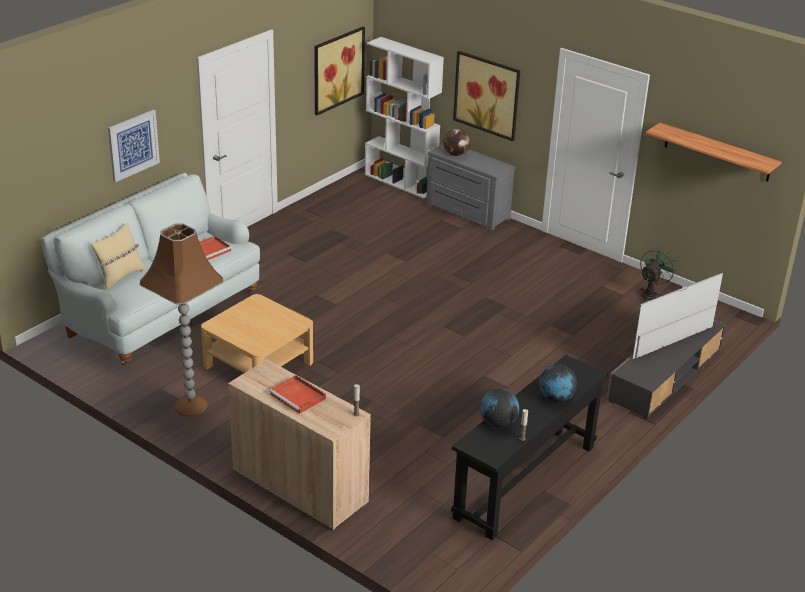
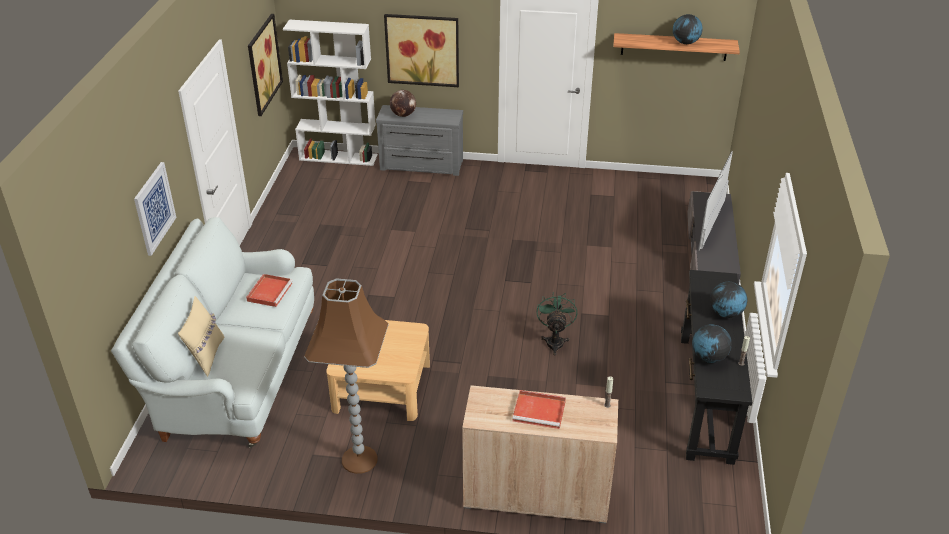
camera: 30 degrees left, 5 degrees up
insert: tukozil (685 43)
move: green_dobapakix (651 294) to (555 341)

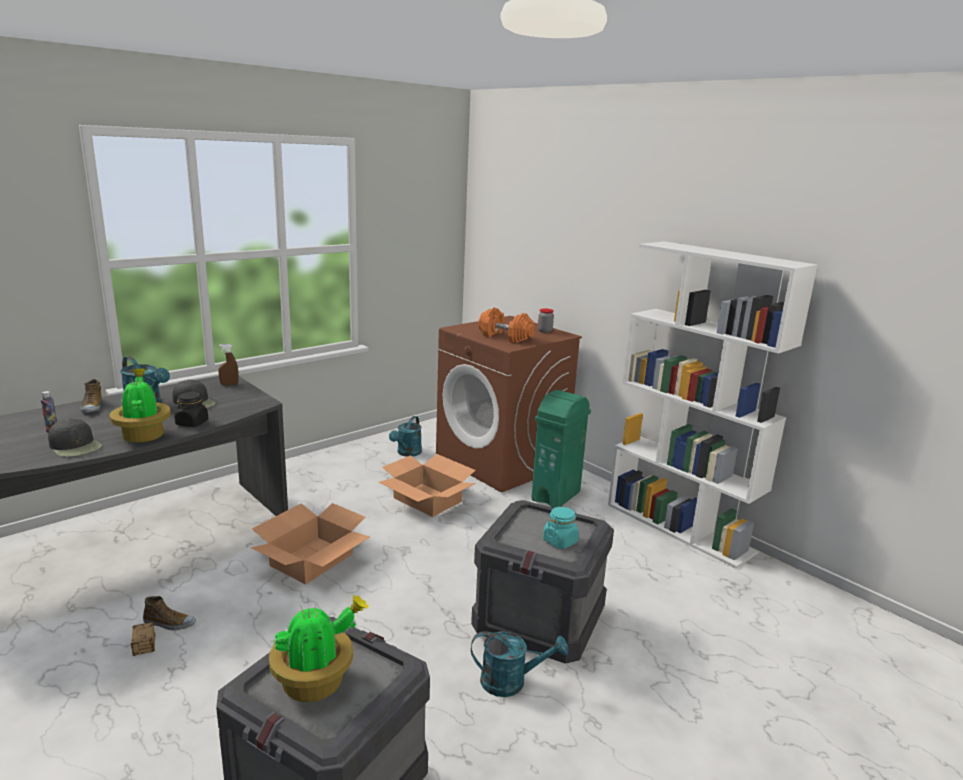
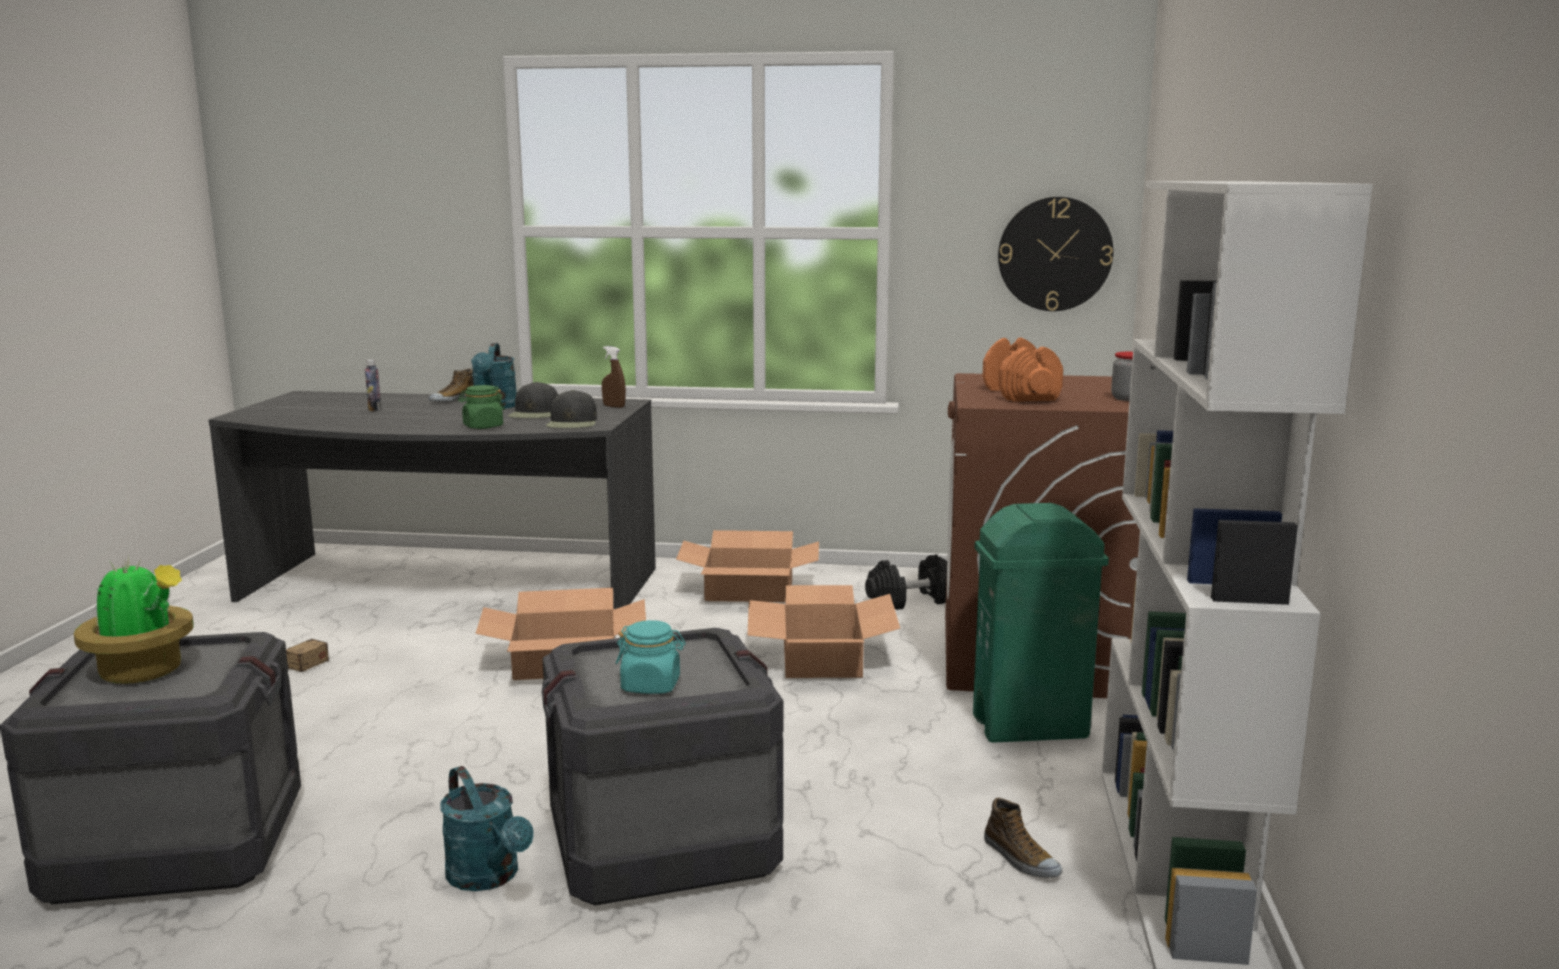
camera: 50 degrees right, 5 degrees down
delete: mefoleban (143 435)
insert: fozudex (1055 254); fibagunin (749 590)
move: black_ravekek (75 446) to (572 423); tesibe (169 623) to (1020 859)
replace: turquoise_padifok (407 453) to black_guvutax (911 600)
recolor: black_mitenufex (192 423) to green_mitenufex (483 426)

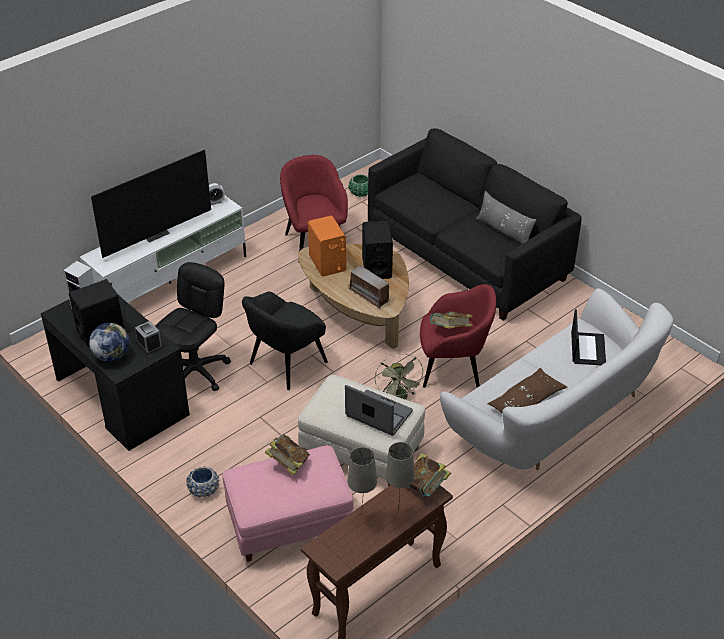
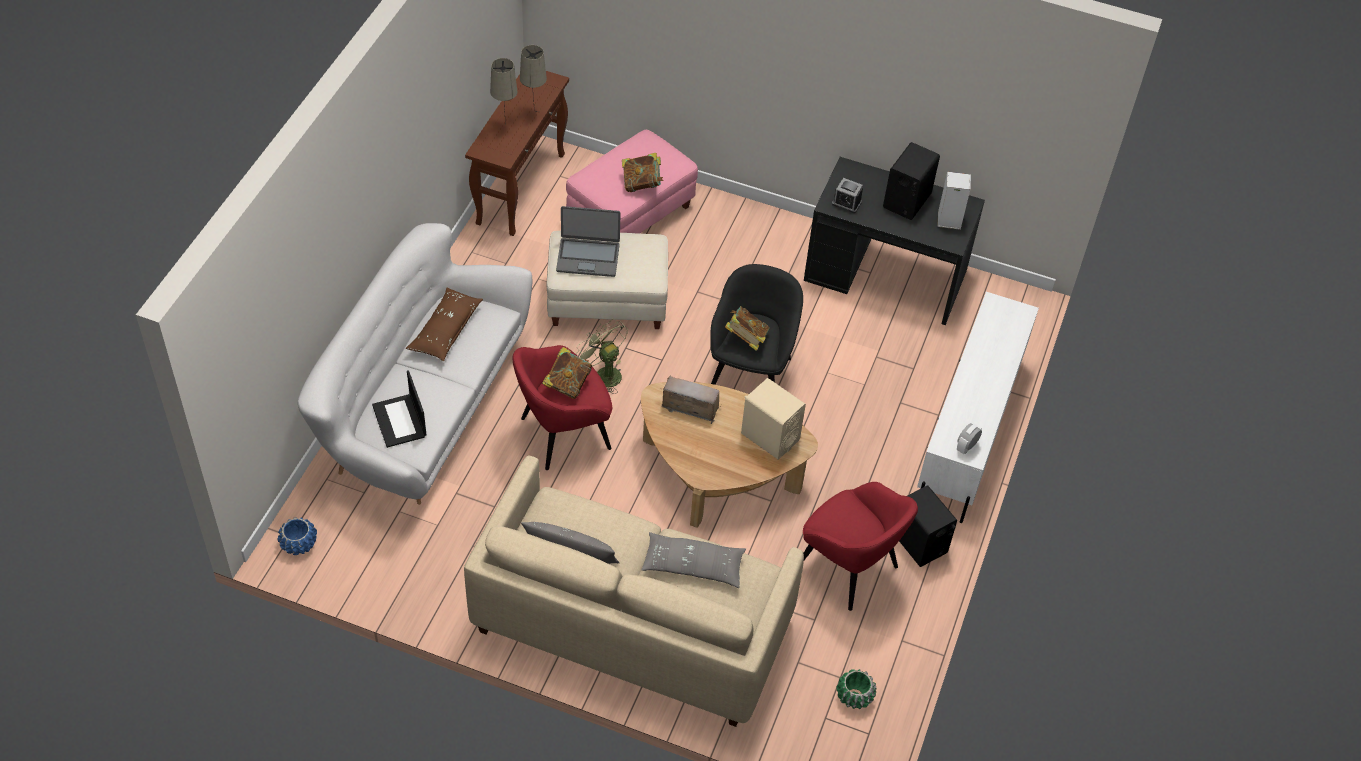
camera: 150 degrees right, 10 degrees up
delete: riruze (155 234); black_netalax (196 372); tukozil (112 356)
insert: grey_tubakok (693 566)
move: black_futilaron (376 267) to (919 543); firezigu (425 487) to (746 338); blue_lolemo (203 489) to (299 544)
recolor: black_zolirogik (467 256) to beige_zolirogik (631 623); orange_futilaron (327 263) to beige_futilaron (769 437)

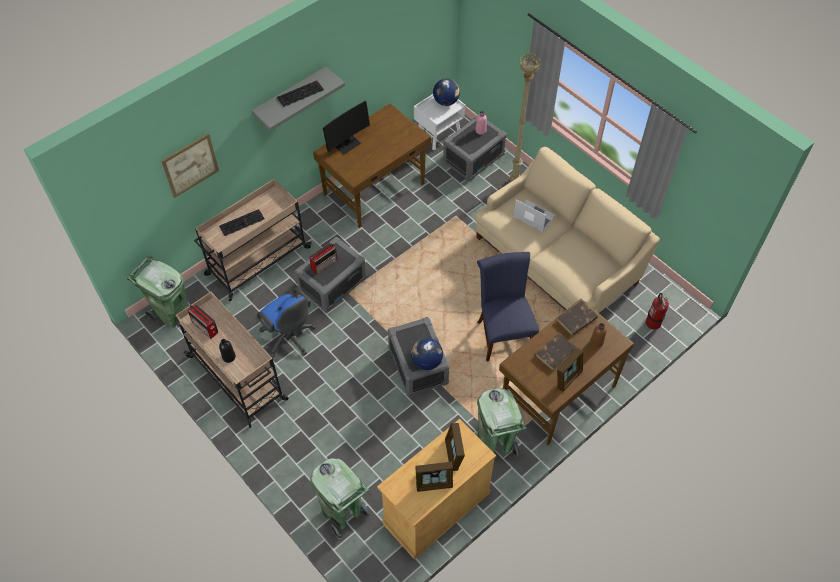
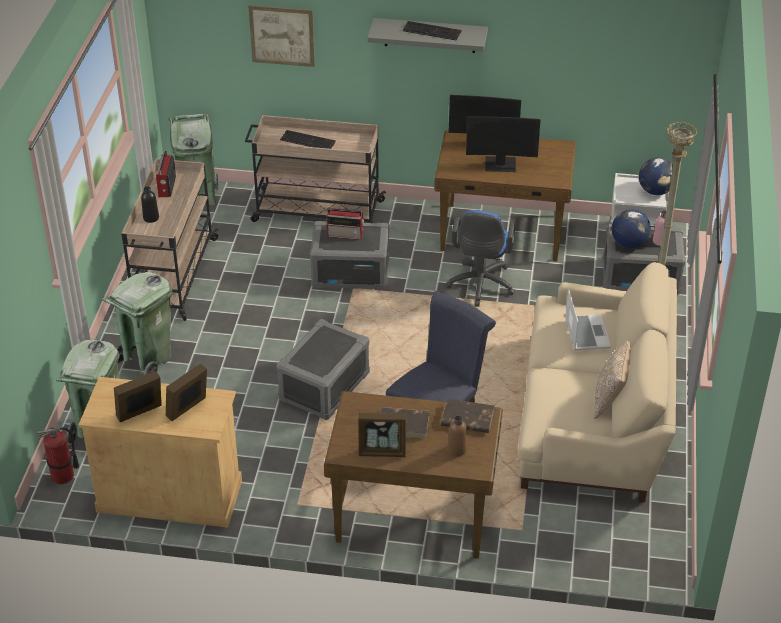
camera: 50 degrees right, 15 degrees down
insert: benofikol (500 165); tubakok (610 399)
move: blue_netalax (290 338) to (480 286); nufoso (653 322) to (63 476); tukozil (426 361) to (628 243); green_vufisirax (495 444) to (147 359)
rotate: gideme (434 484) = (140 413) 105 degrees clockwise

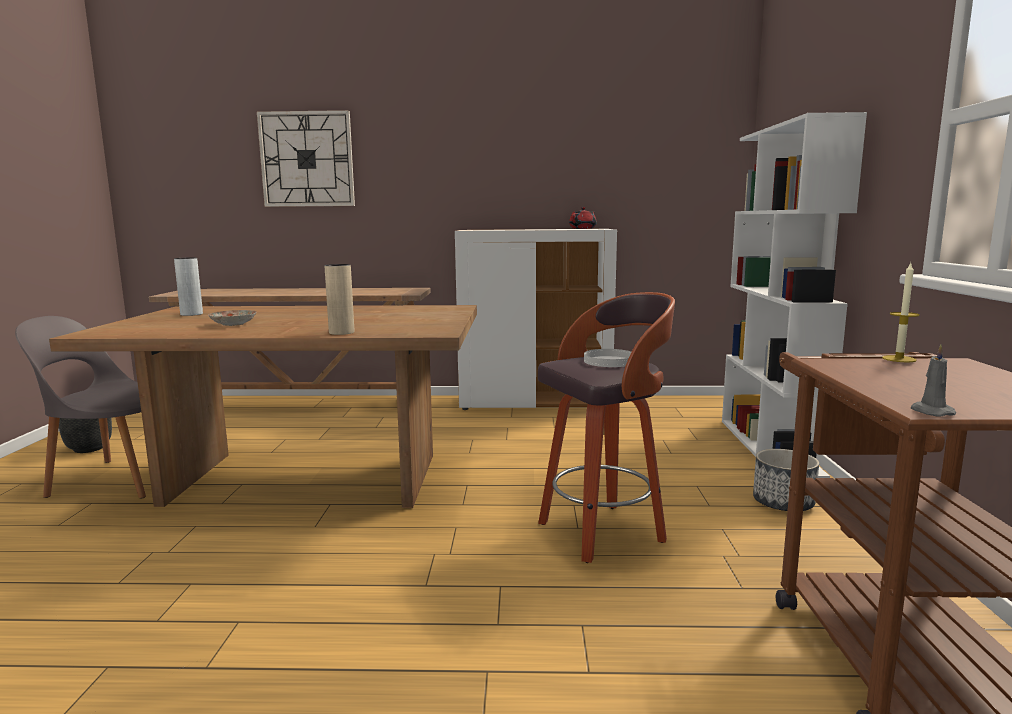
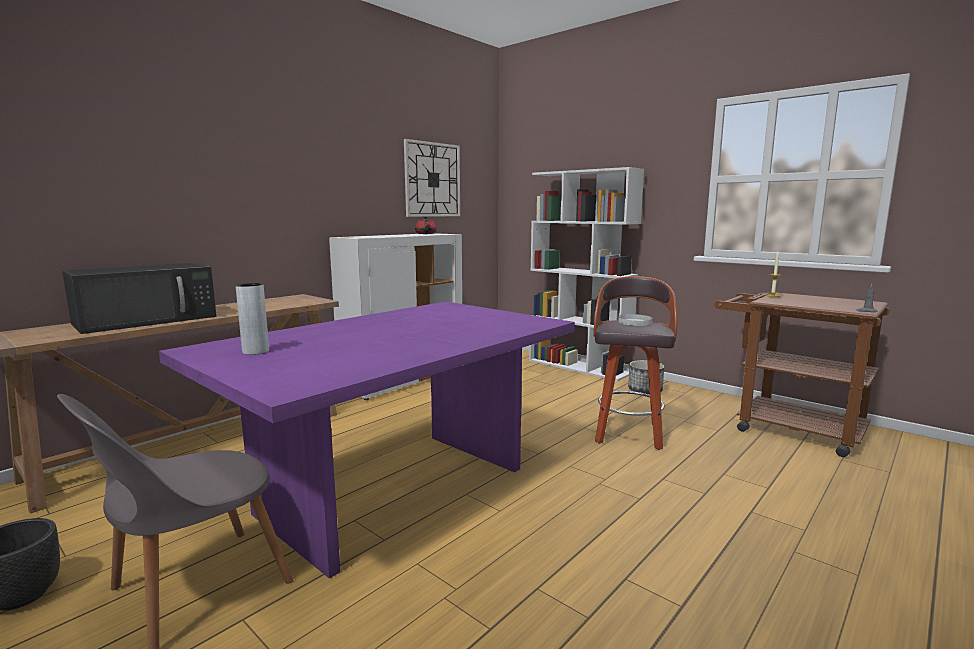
camera: 50 degrees left, 0 degrees up
delete: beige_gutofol (341 332); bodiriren (233 324)
insert: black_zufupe (148 320)
move: fozudex (307 159) to (432 180)
recolor: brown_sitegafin (304 479) to purple_sitegafin (396 491)

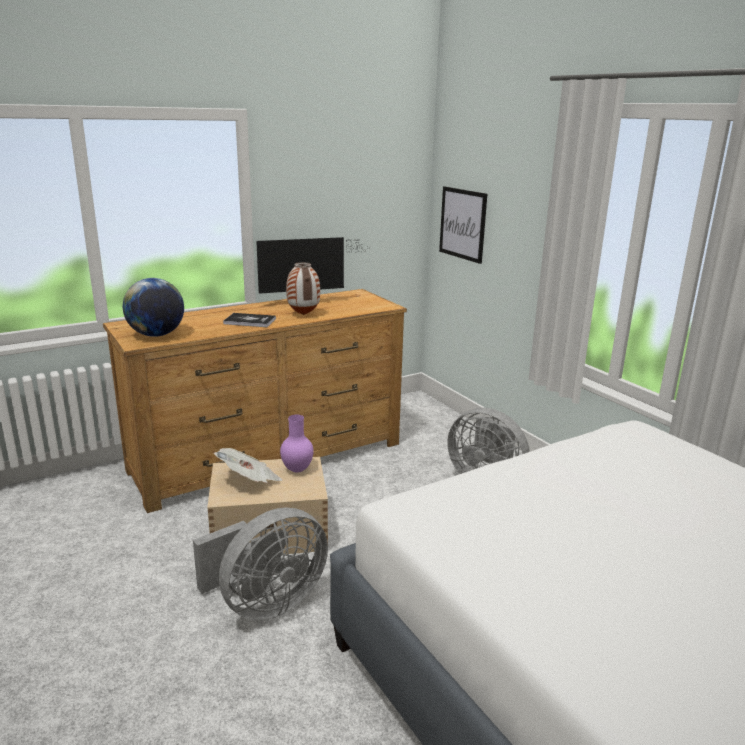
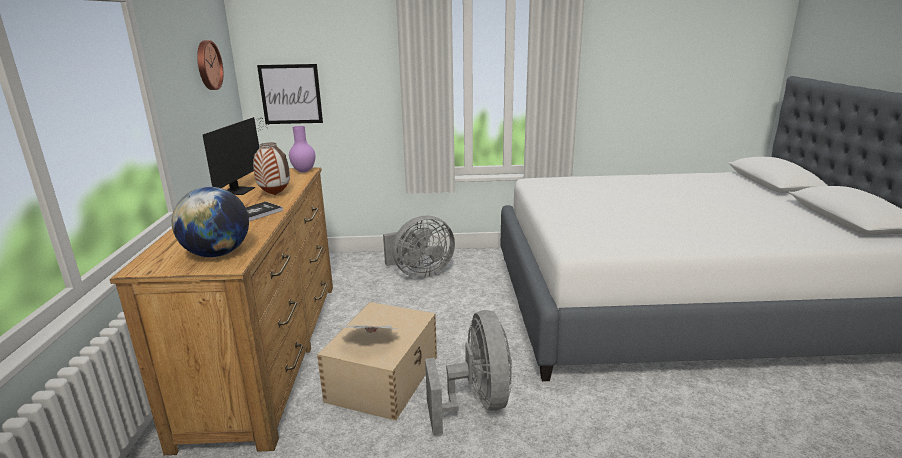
camera: 60 degrees left, 0 degrees up
insert: fozudex (207 65)
move: purple_gutofol (297 470) to (304 171)

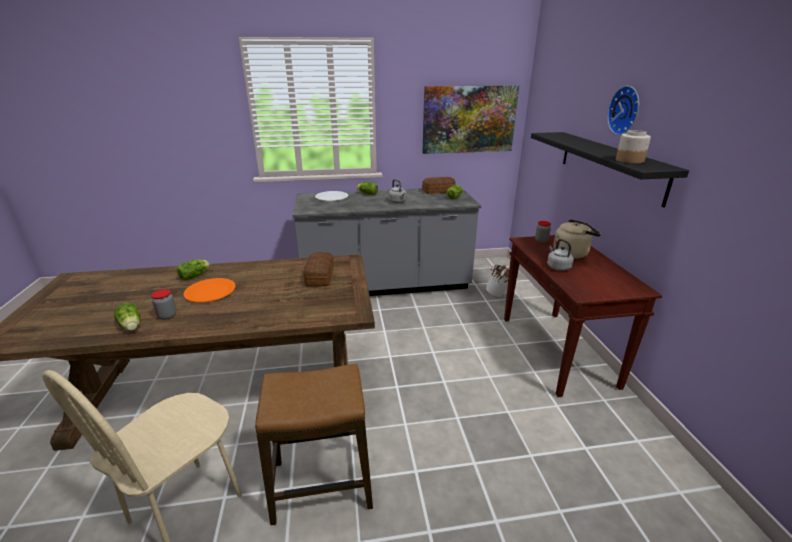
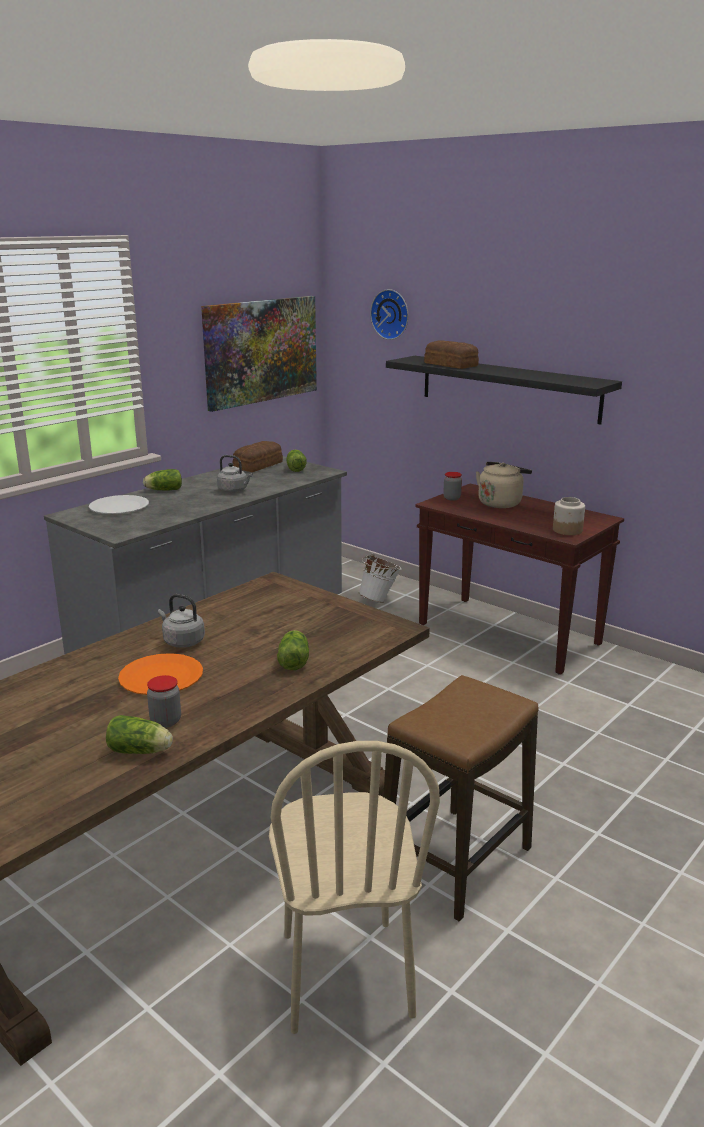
camera: 40 degrees left, 5 degrees down
move: fozudex (626 110) to (391 314); mitenufex (629 160) to (567 530); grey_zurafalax (557 267) to (182 641); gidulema (320 276) to (450 364); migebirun (196 275) to (294 660)

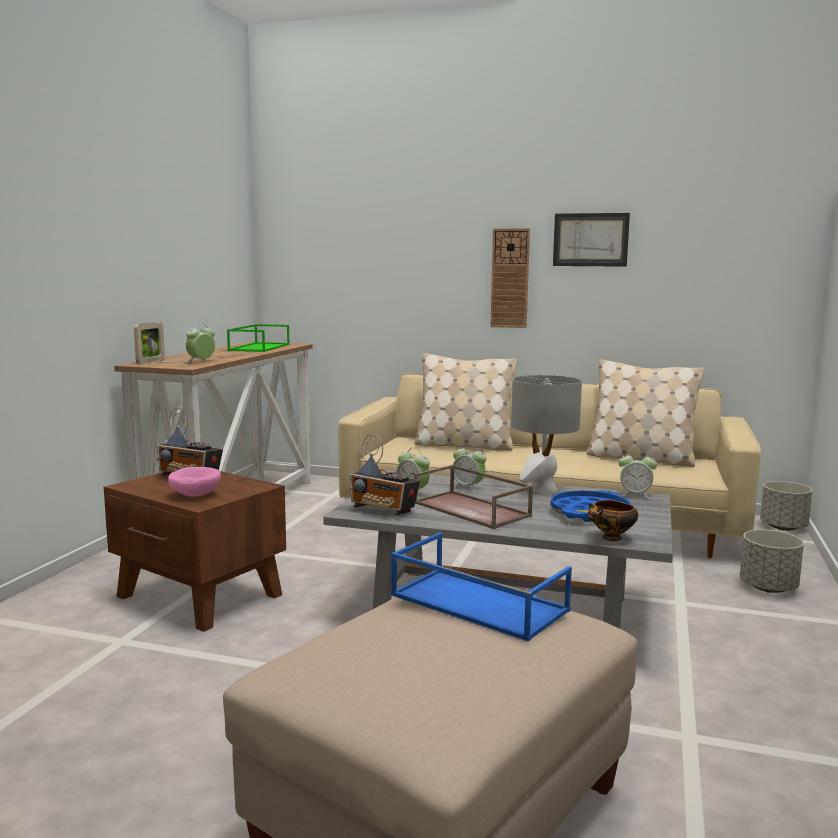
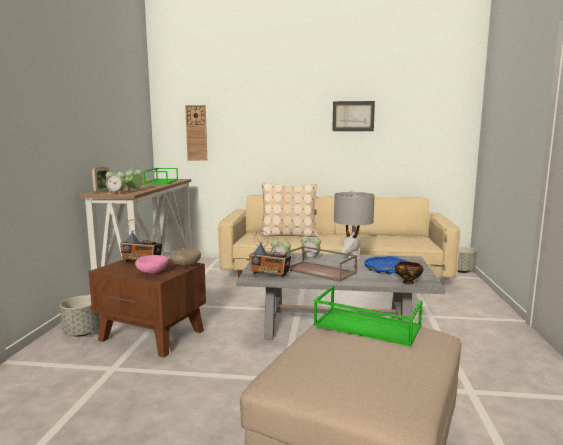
camera: 10 degrees left, 0 degrees up
delete: beige_tubakok (640 458)
insert: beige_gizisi (185 265)
move: fozudex (510 278) to (196 133); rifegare (635 495) to (116 193); grey_lolemo (768 588) to (82 333)
recolor: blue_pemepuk (476 603) to green_pemepuk (365 326)

